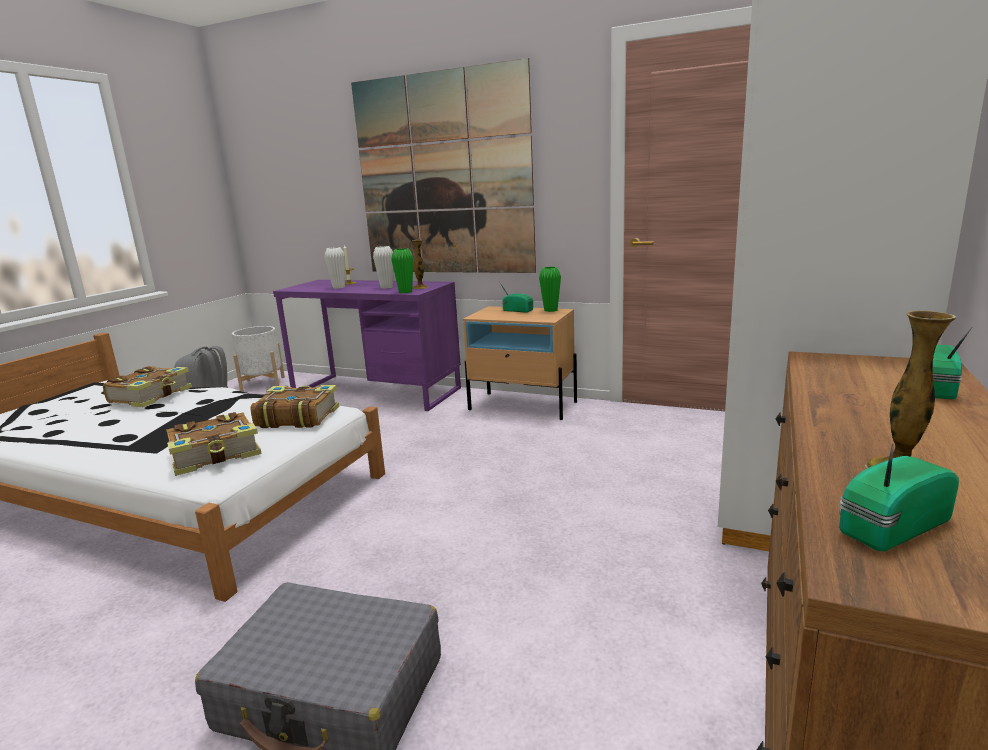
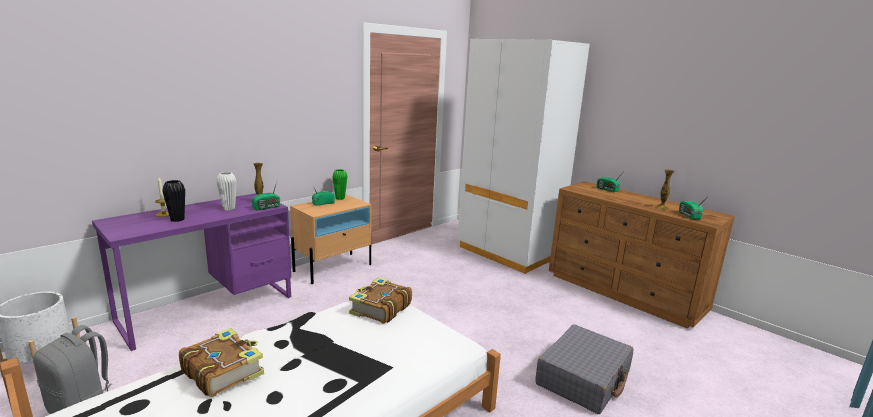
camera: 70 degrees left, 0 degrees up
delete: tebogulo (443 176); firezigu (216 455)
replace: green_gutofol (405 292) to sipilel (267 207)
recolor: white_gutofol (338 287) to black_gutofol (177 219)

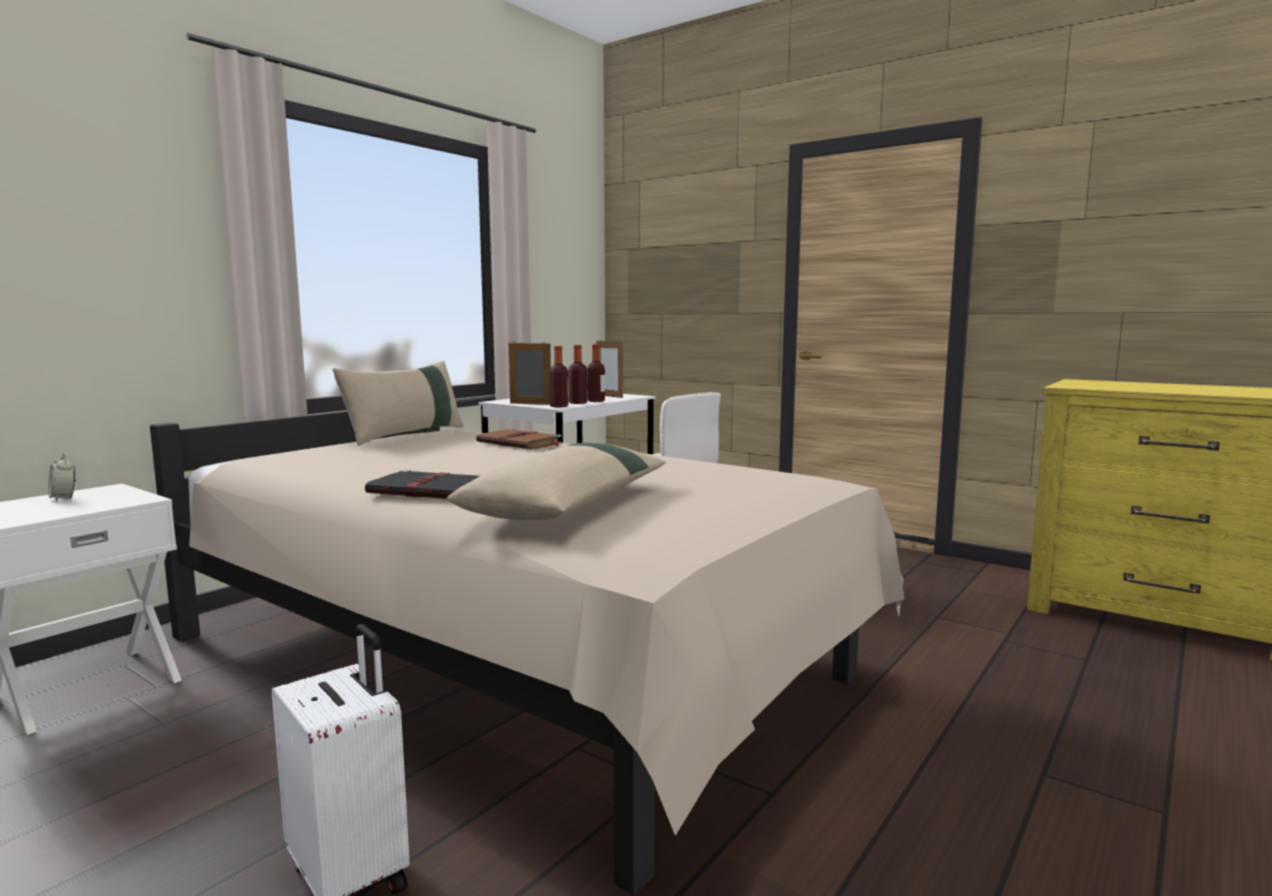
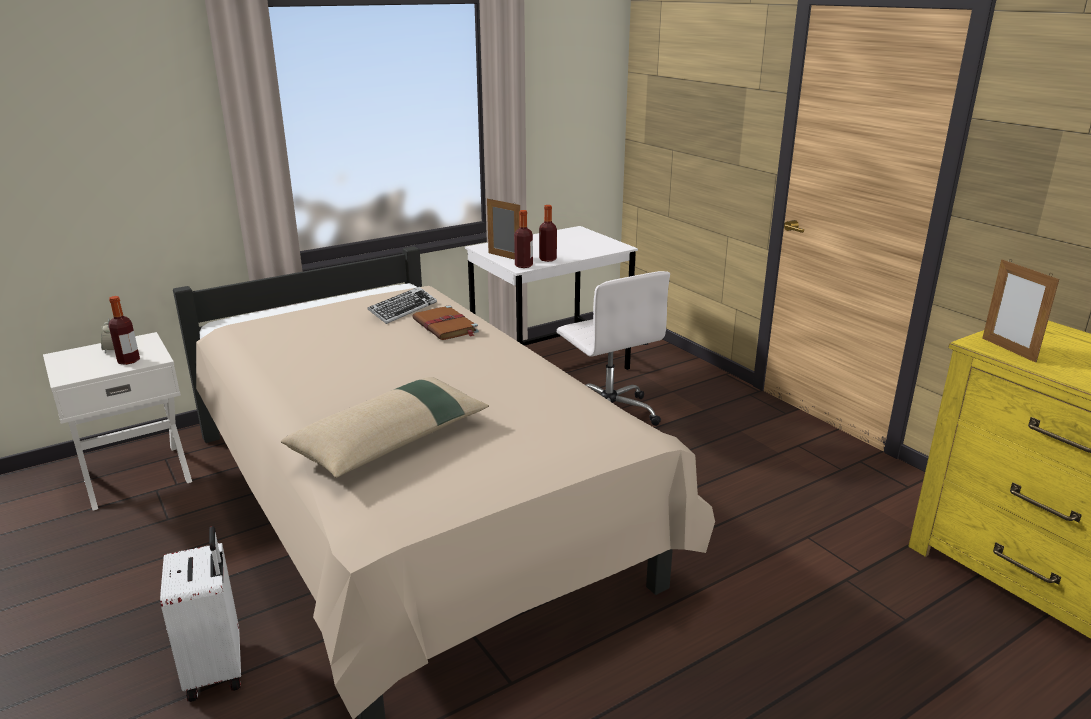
camera: 20 degrees right, 15 degrees up
delete: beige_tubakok (406 435); black_firezigu (431 491)
insert: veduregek (403 310)
move: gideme (609 396) to (1008 350); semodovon (596 401) to (128 361)

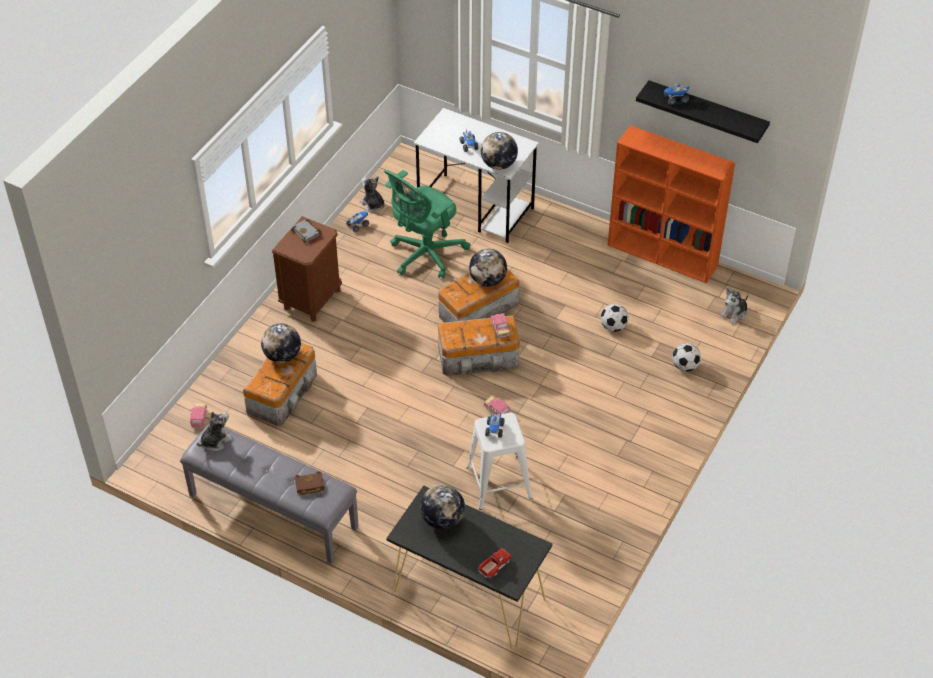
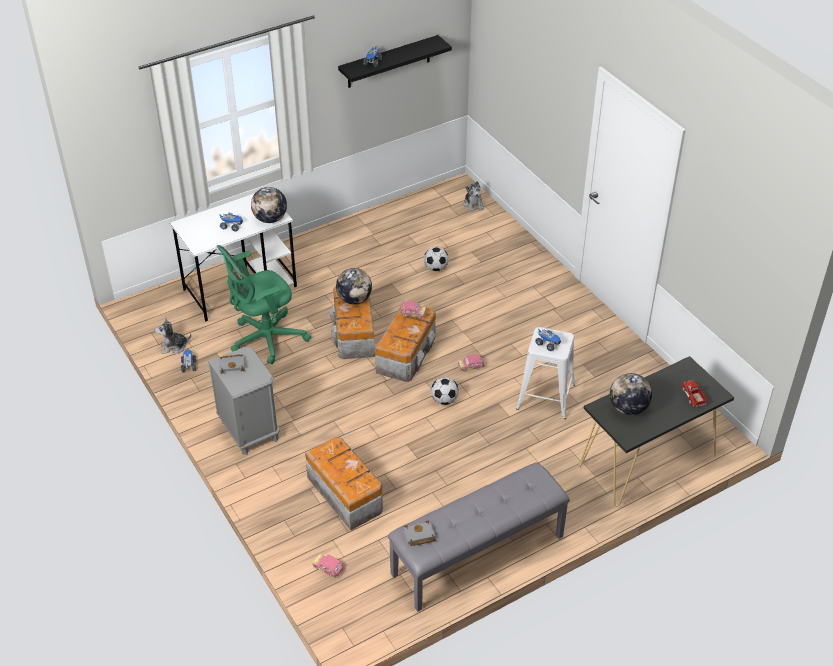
camera: 60 degrees left, 5 degrees down
delete: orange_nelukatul (663 255); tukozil (282 356); brown_firezigu (309 486)
move: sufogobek (685 366) to (444 400)
replace: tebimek (215 441) to grey_firezigu (419 536)
recolor: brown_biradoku (312 299) to grey_biradoku (249 431)
rotate: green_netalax (424 255) = (264 339) 75 degrees clockwise

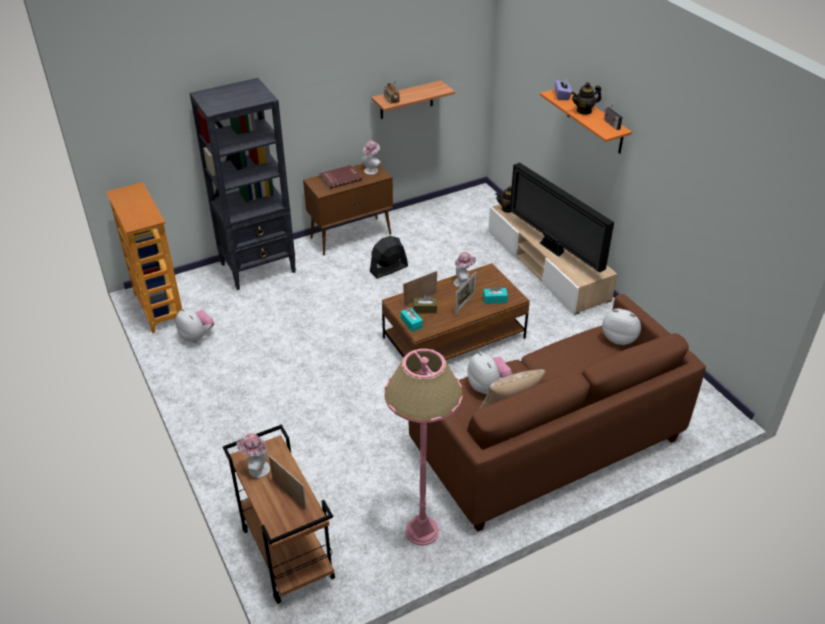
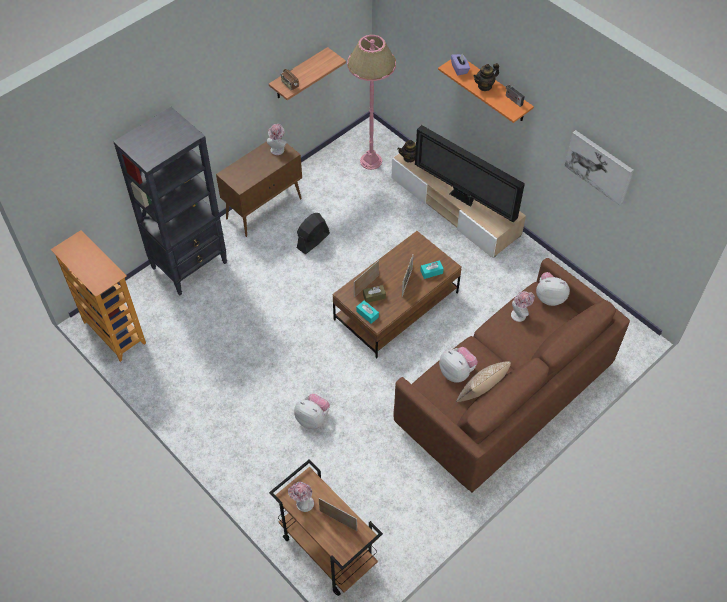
camera: 15 degrees left, 15 degrees up
delete: red_firezigu (340 178)
insert: tebogulo (599 166)
move: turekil (463 282) to (520 314); tebimek (196 336) to (313 418); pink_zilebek (421 531) to (370 161)

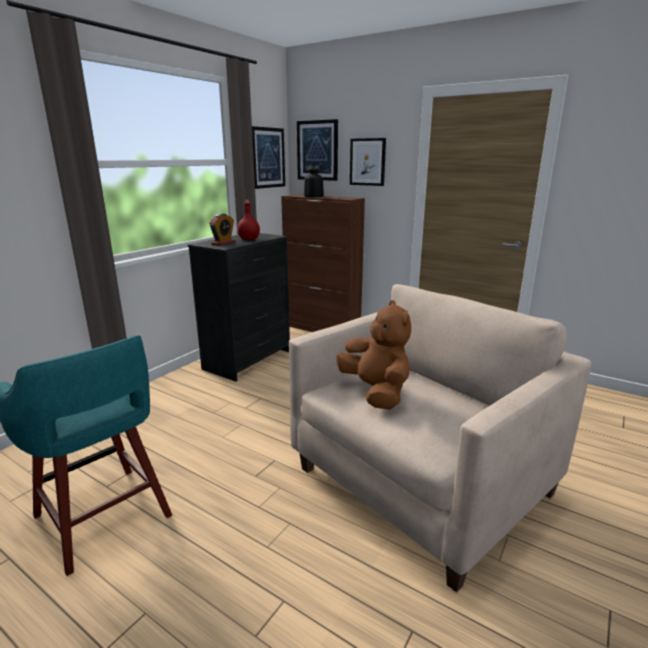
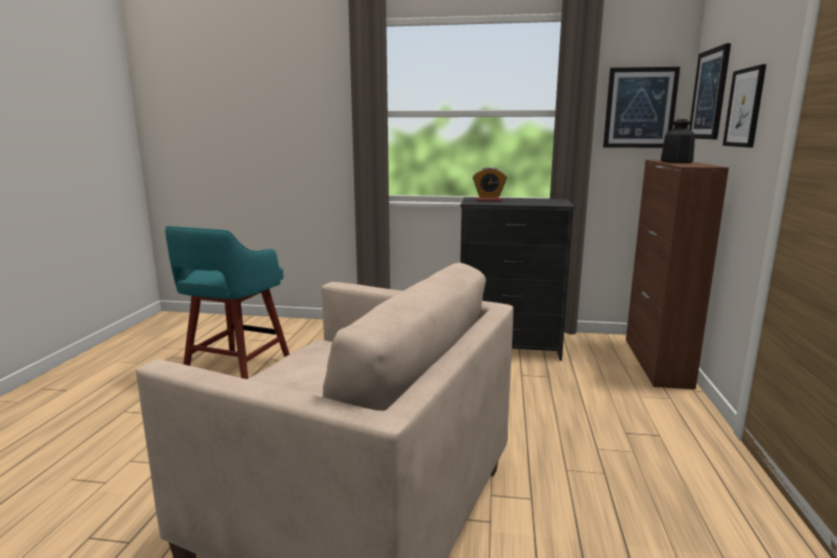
camera: 65 degrees right, 5 degrees down
delete: red_semodovon (249 239); brown_tebimek (376 392)

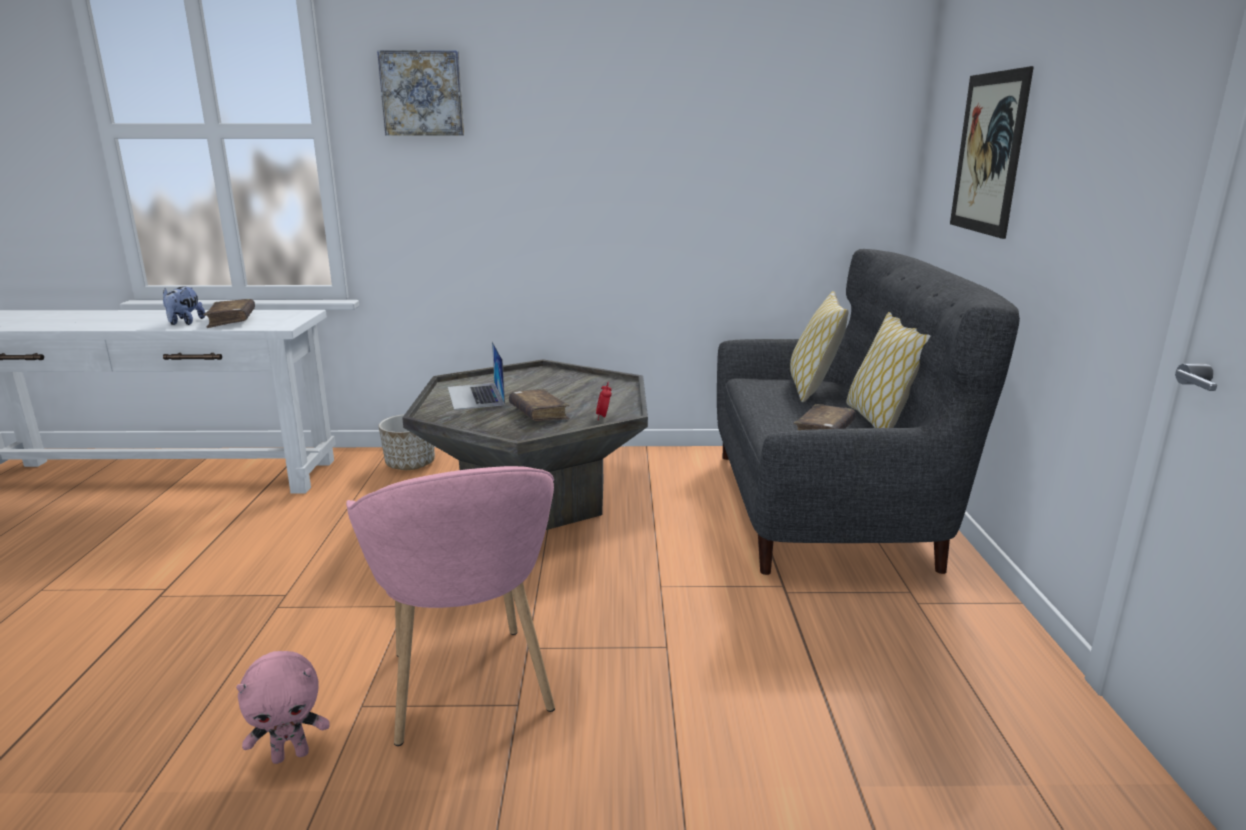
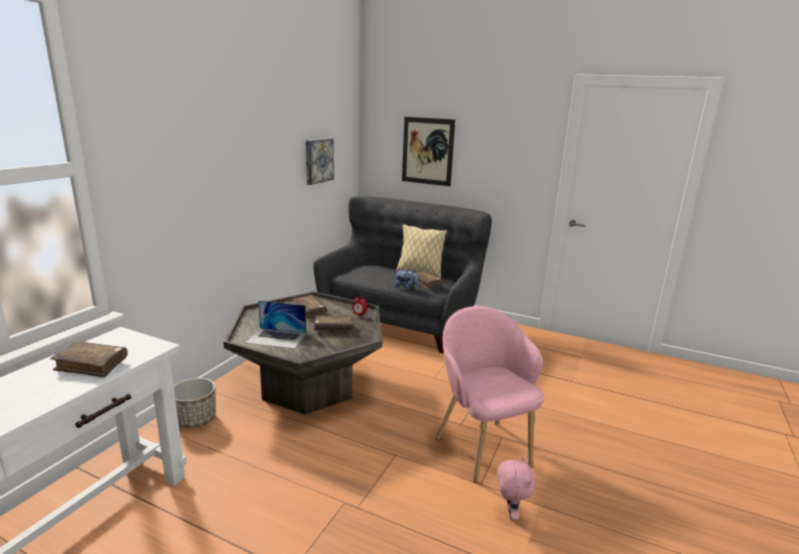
camera: 65 degrees left, 0 degrees up
delete: tubakok (812 389)
insert: brown_firezigu (309 311)
move: tebogulo (422 94) to (318 160); tebimek (185 323) to (406 288)
rotate: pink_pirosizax (467 687) = (482 448) 120 degrees counterclockwise

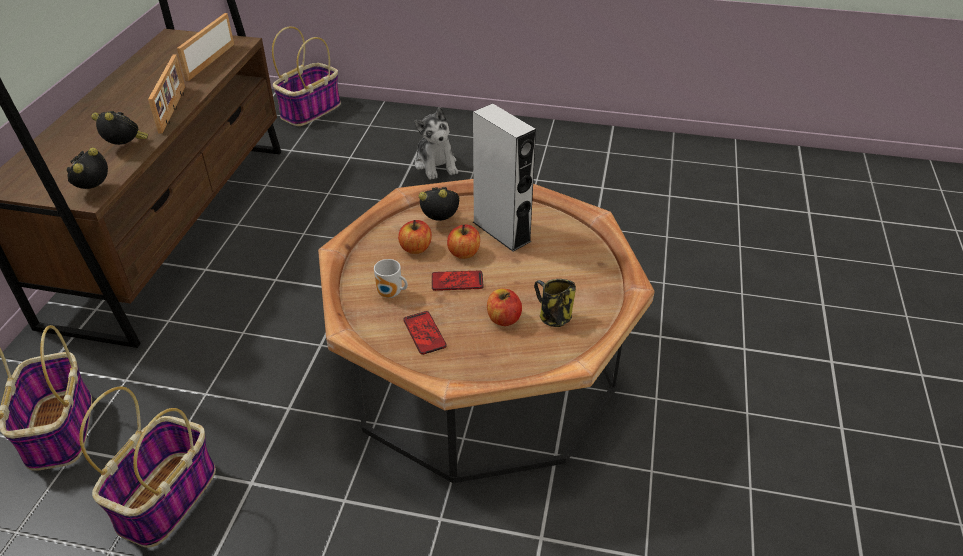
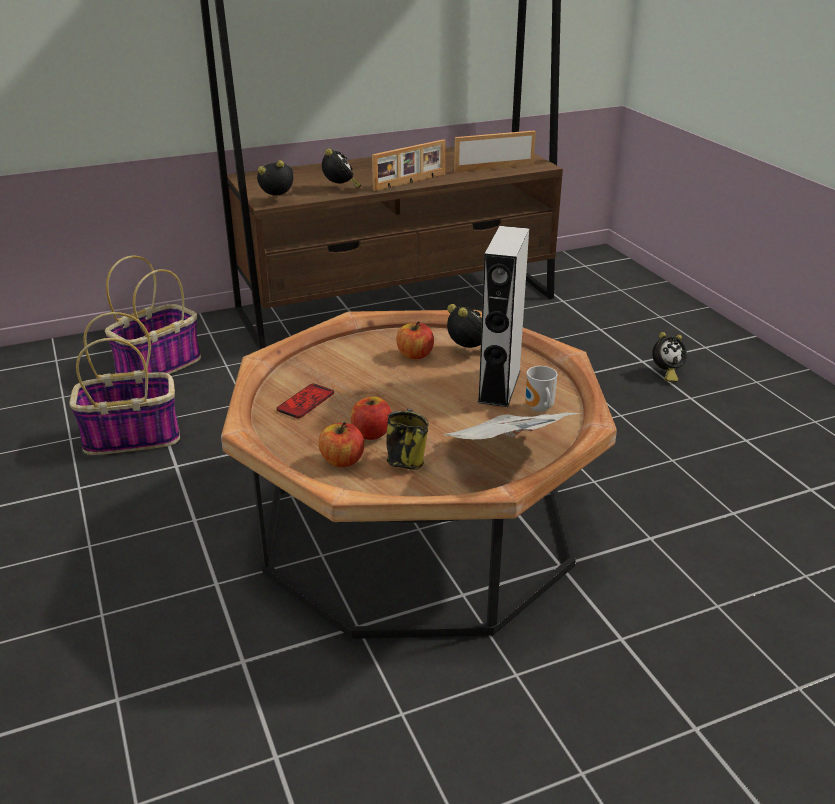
camera: 55 degrees right, 10 degrees down
delete: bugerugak (311 110); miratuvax (457 281)
insert: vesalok (507 455)
move: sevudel (464 253) to (342 460); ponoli (391 294) to (538 409)
replace: tebimek (436 164) to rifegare (665 373)

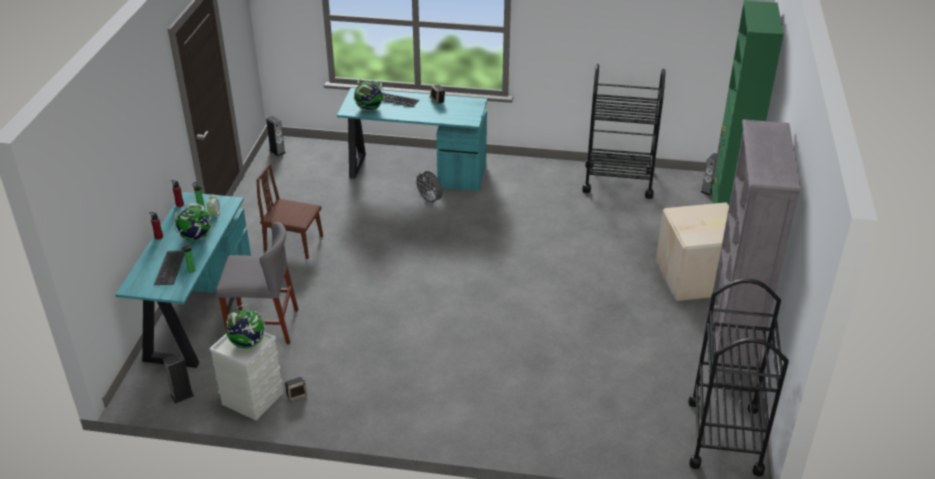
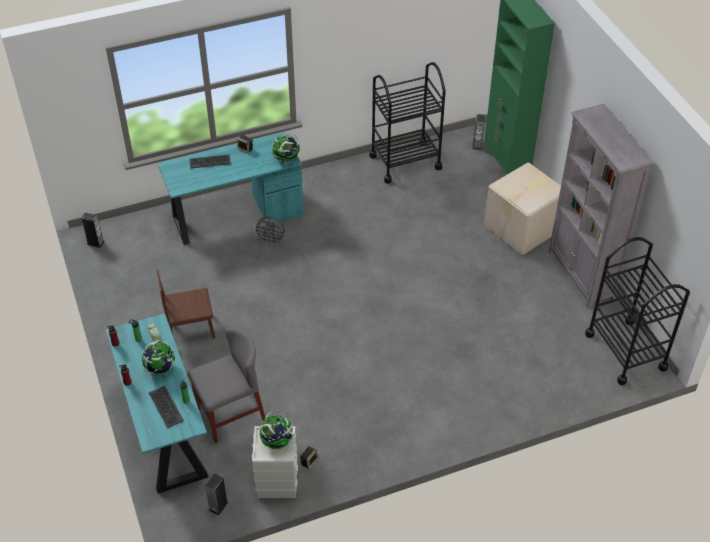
camera: 30 degrees left, 10 degrees up
move: tukozil (369 109) to (286 159)

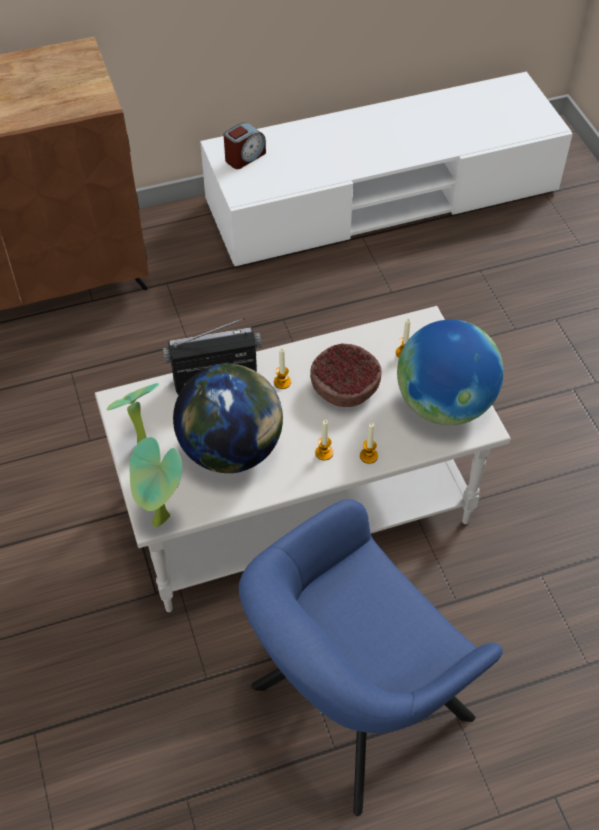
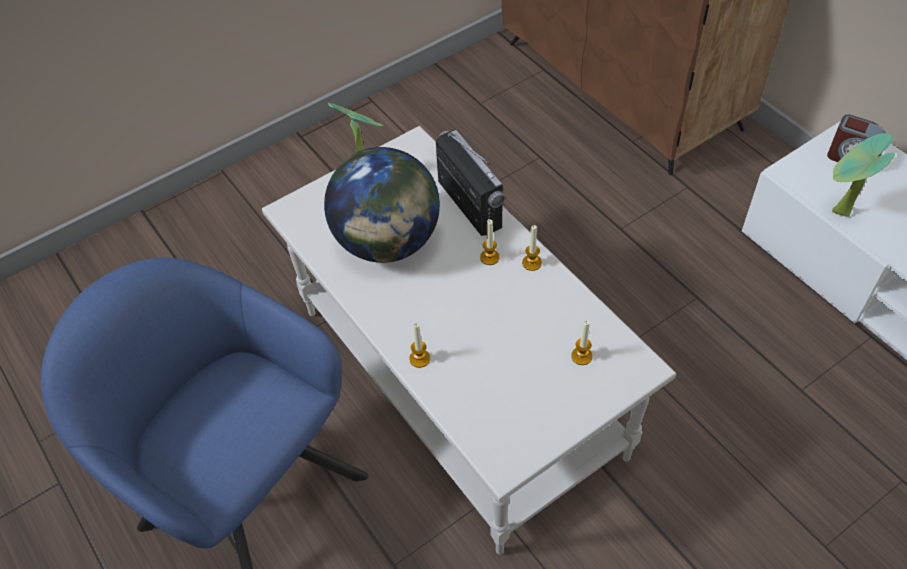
camera: 75 degrees right, 0 degrees up
delete: tukozil (443 404); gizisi (345 386)
move: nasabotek (324 453) to (532 263); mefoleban (162 522) to (838 214)

